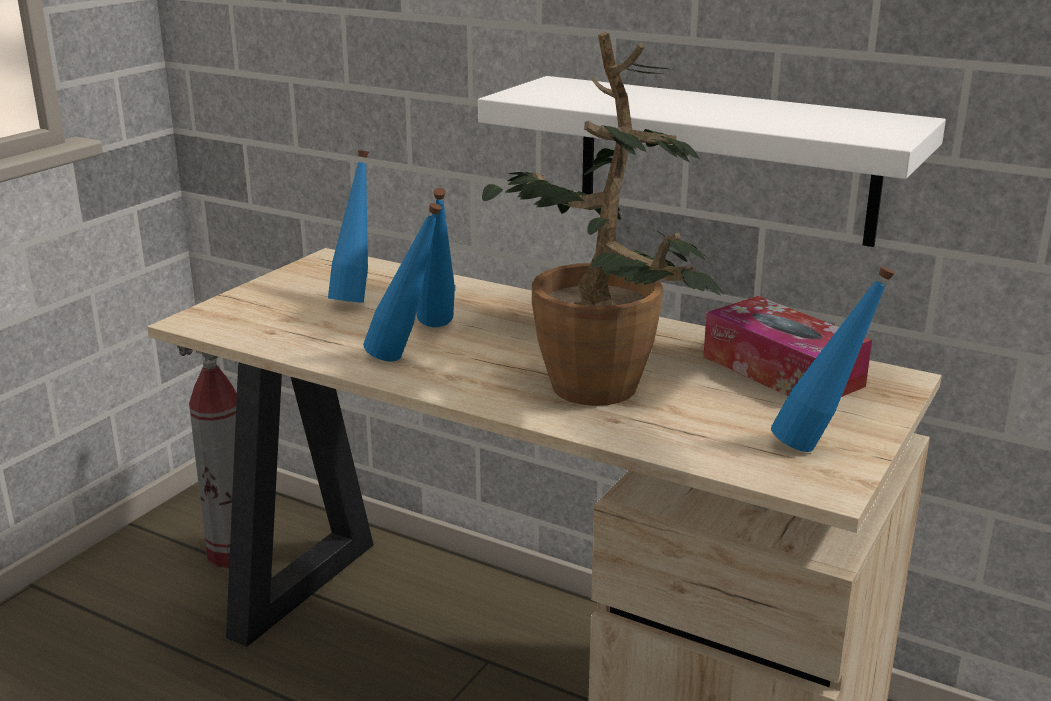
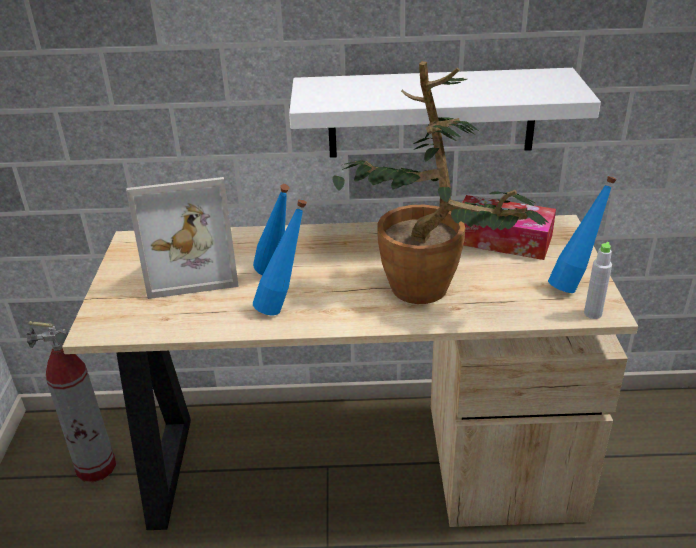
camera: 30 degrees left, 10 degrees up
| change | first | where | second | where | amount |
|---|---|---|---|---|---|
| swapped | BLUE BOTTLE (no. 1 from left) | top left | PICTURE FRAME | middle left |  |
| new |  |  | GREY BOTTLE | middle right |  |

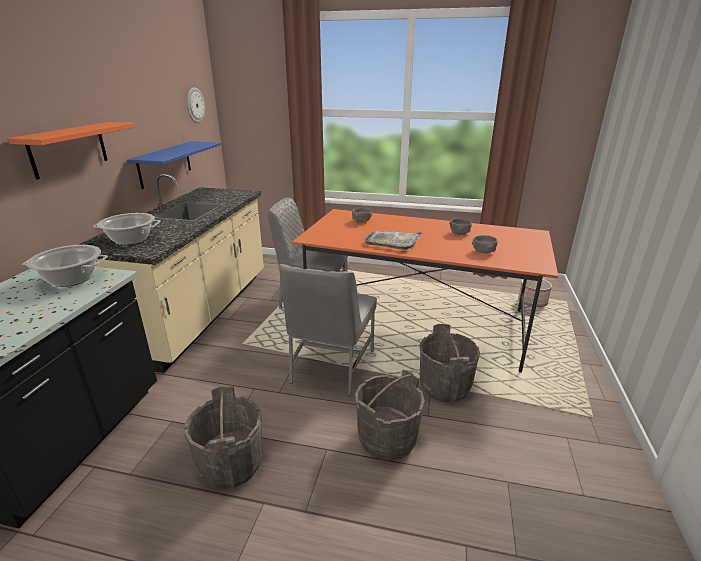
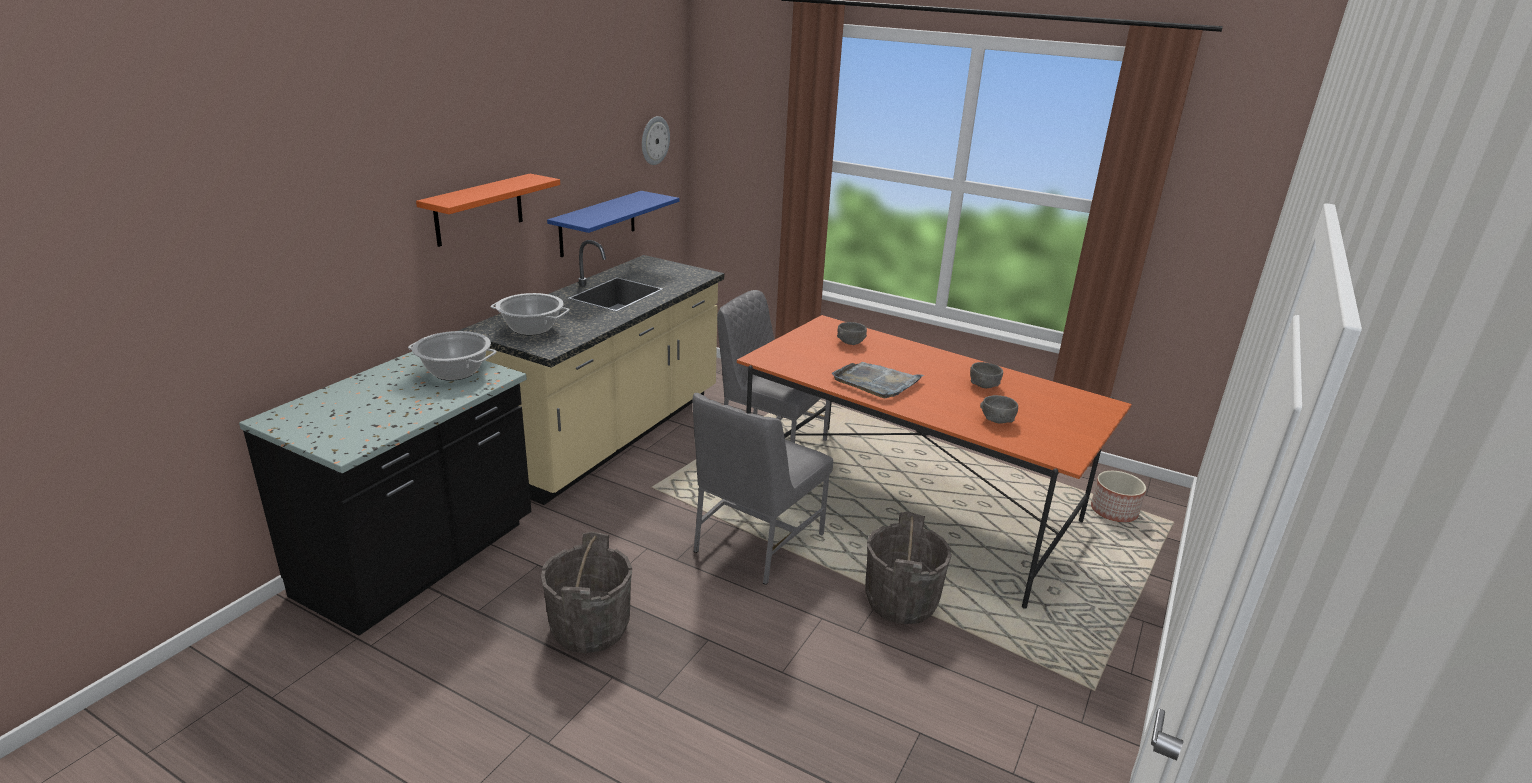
camera: 15 degrees right, 0 degrees up
| change | first | where | second | where | amount |
|---|---|---|---|---|---|
| gone | GREY BUCKET (no. 2 from left) | bottom centre |  |  |  |

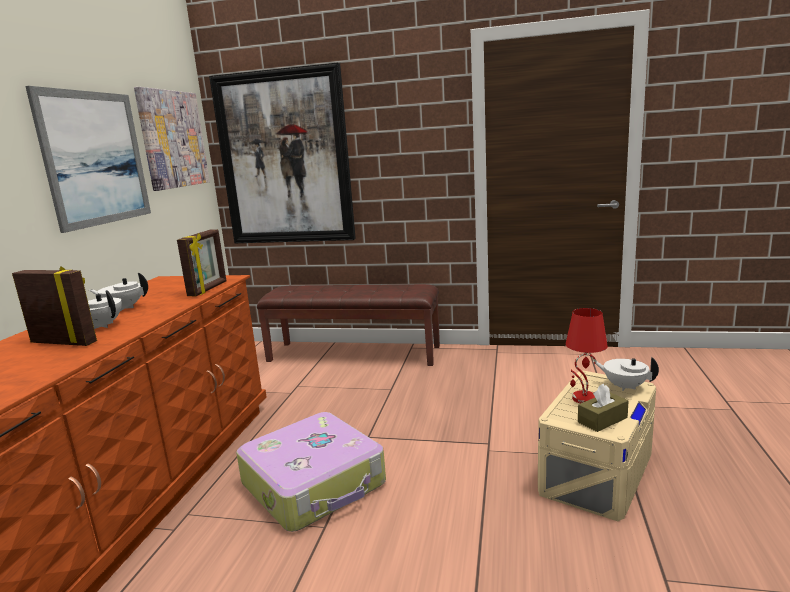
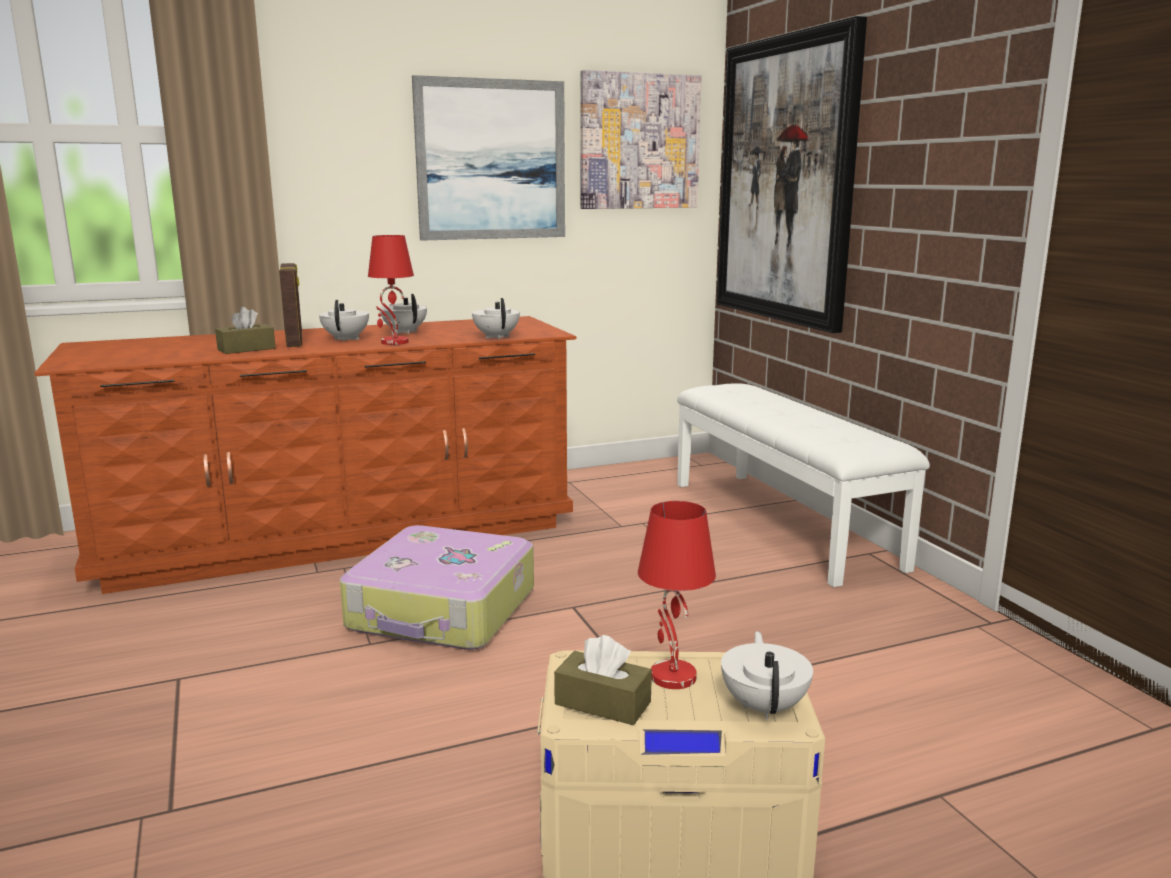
camera: 55 degrees right, 0 degrees up
| change | first | where | second | where | amount |
|---|---|---|---|---|---|
| swapped | PICTURE FRAME (no. 2 from left) | middle left | WHITE TEAPOT (no. 3 from left) | centre |  |
| repainted | BROWN BENCH | centre | WHITE BENCH | middle right |  |
| new |  |  | BROWN TISSUE BOX (no. 1 from left) | middle left |  |
| new |  |  | RED TABLE LAMP (no. 1 from left) | top centre |  |

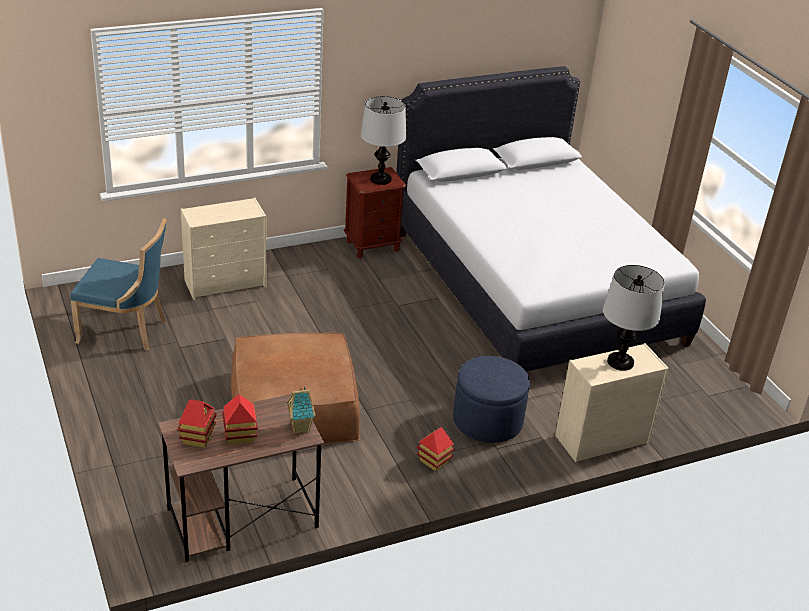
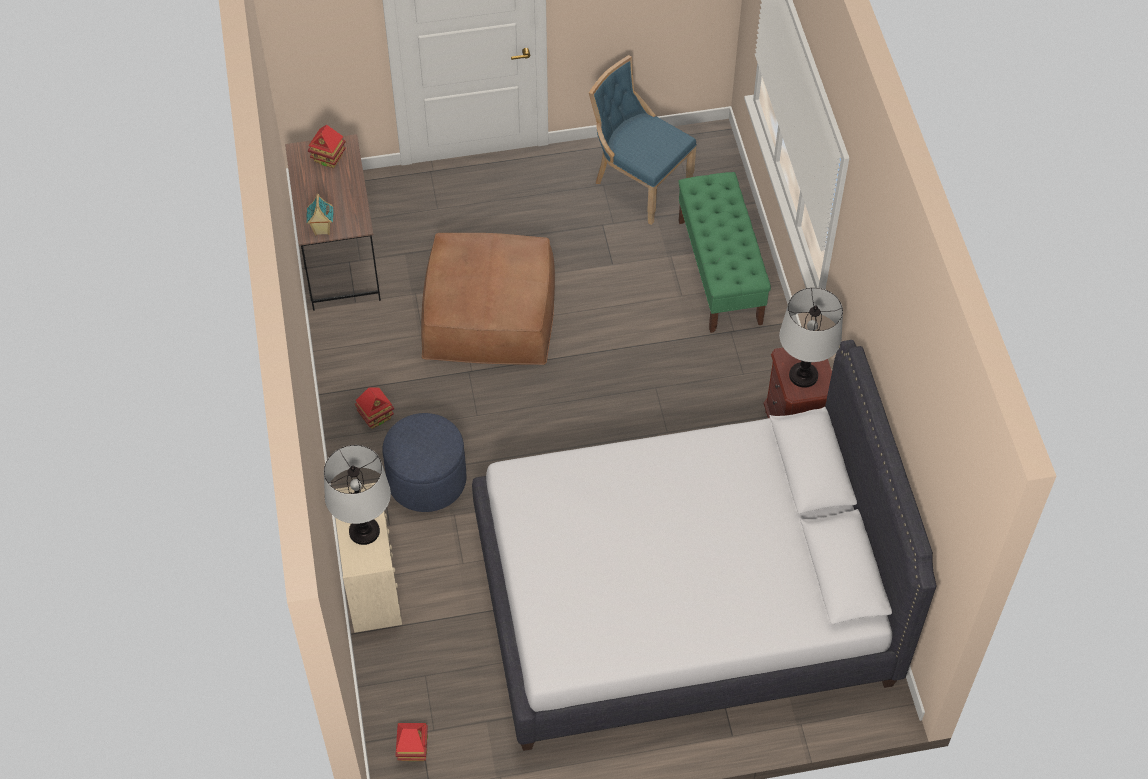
camera: 105 degrees right, 20 degrees up
| change | first | where | second | where | amount |
|---|---|---|---|---|---|
| rotated | BLUE CHAIR | middle left |  | top centre | 105 degrees clockwise |
| swapped | BEIGE DRESSER (no. 1 from left) | middle left | GREEN BENCH | top centre |  |
| shifted | TOY HOUSE (no. 2 from left in the first image) | bottom left | TOY HOUSE (no. 4 from left) | bottom centre |  |

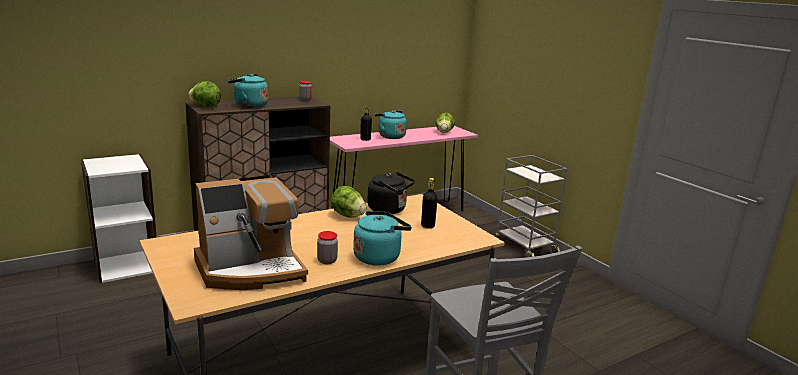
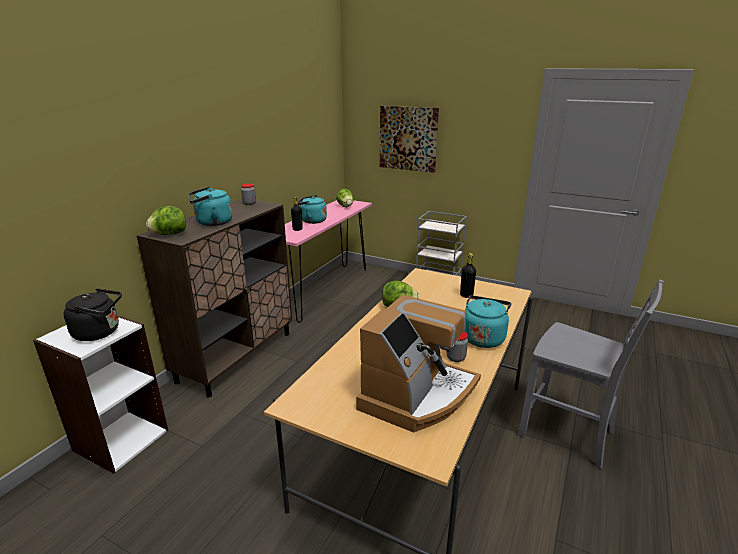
camera: 30 degrees left, 5 degrees up
| change | first | where | second | where | amount |
|---|---|---|---|---|---|
| shifted | BLACK KETTLE | centre |  | middle left |  |
| new |  |  | PICTURE | top centre |  |

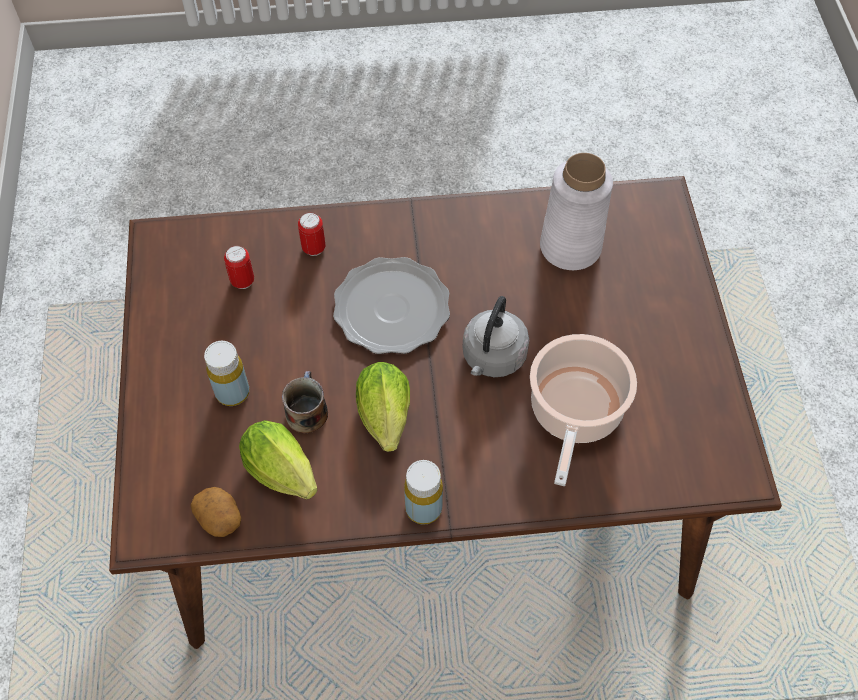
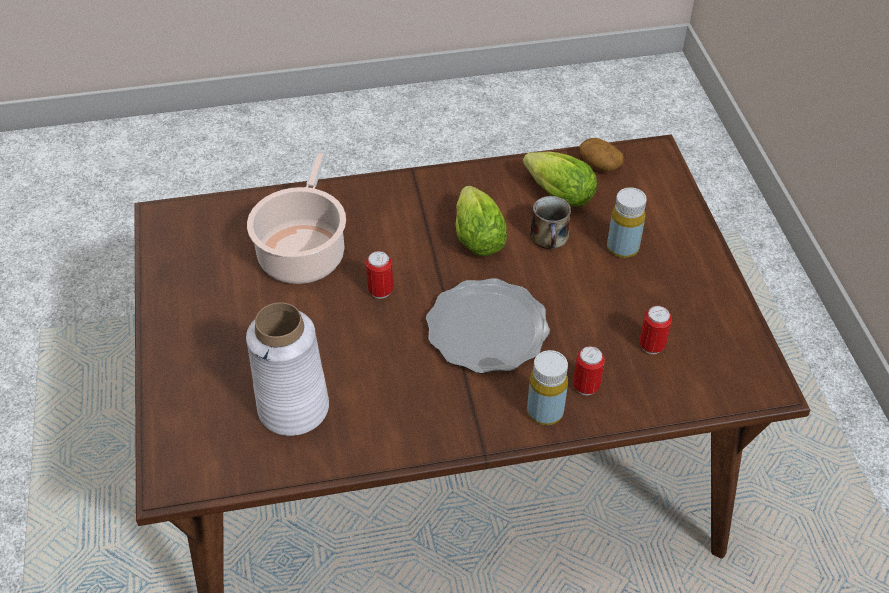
camera: 175 degrees right, 10 degrees down
| change | first | where | second | where | amount |
|---|---|---|---|---|---|
| shifted | YELLOW BOTTLE (no. 2 from left in the first image) | bottom centre | YELLOW BOTTLE (no. 1 from left) | centre |  |
| swapped | GREY KETTLE | centre | CAN (no. 1 from left) | centre |  |

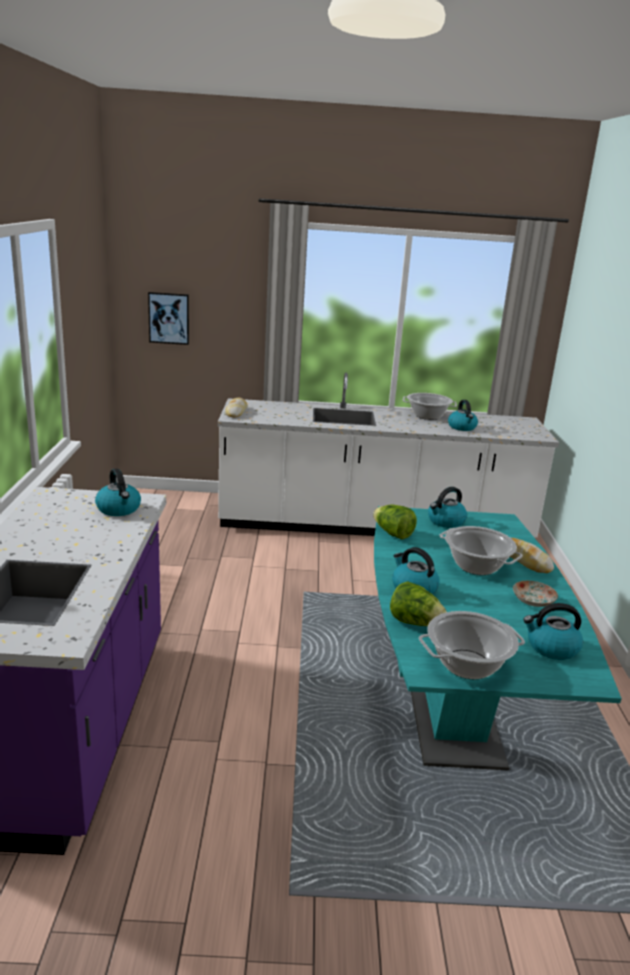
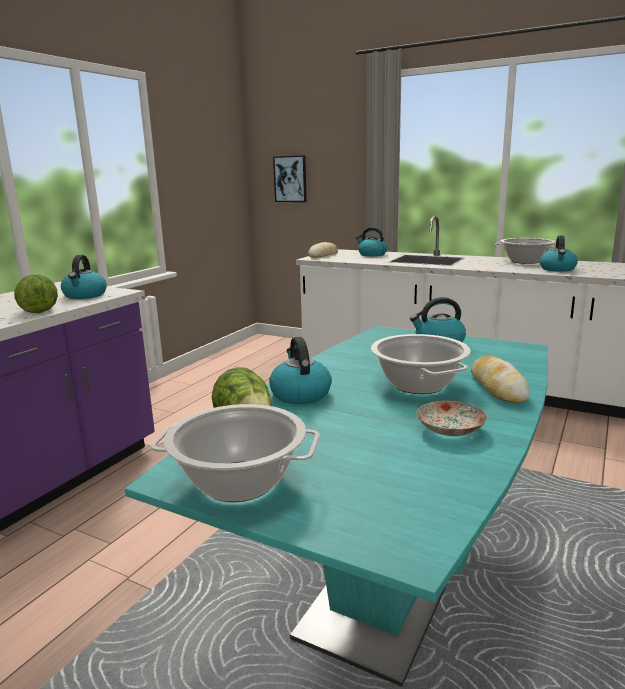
camera: 30 degrees right, 5 degrees down
| change | first | where | second | where | amount |
|---|---|---|---|---|---|
| shifted | LETTUCE (no. 1 from left) | centre |  | middle left |  |
| shifted | KETTLE (no. 5 from left in the first image) | middle right | KETTLE (no. 3 from left) | centre |  |

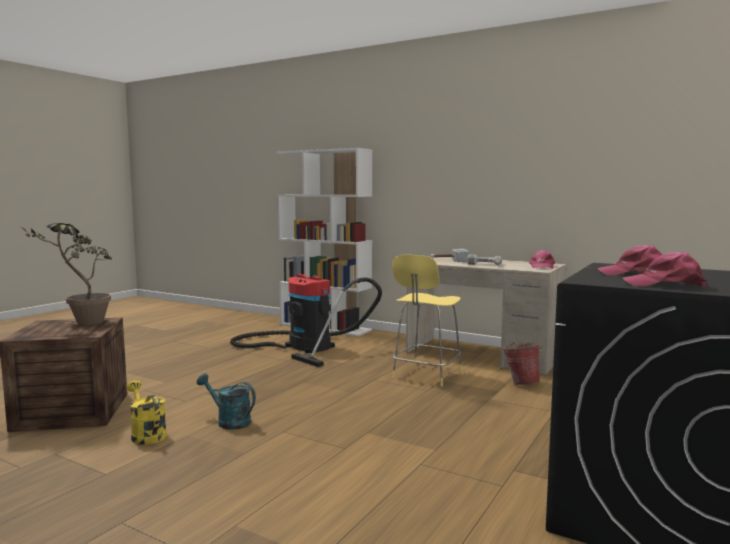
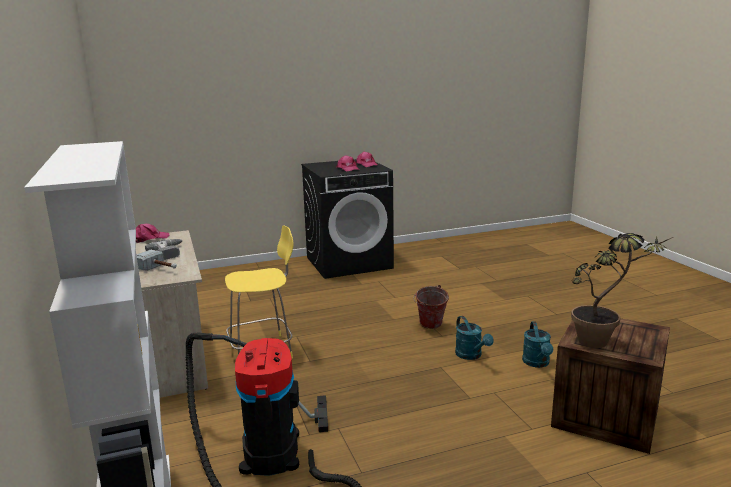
camera: 140 degrees left, 10 degrees up
| change | first | where | second | where | amount |
|---|---|---|---|---|---|
| repainted | YELLOW WATERING CAN | bottom left | TURQUOISE WATERING CAN (no. 2 from left) | bottom right |  |
| shifted | BUCKET | bottom right |  | centre |  |

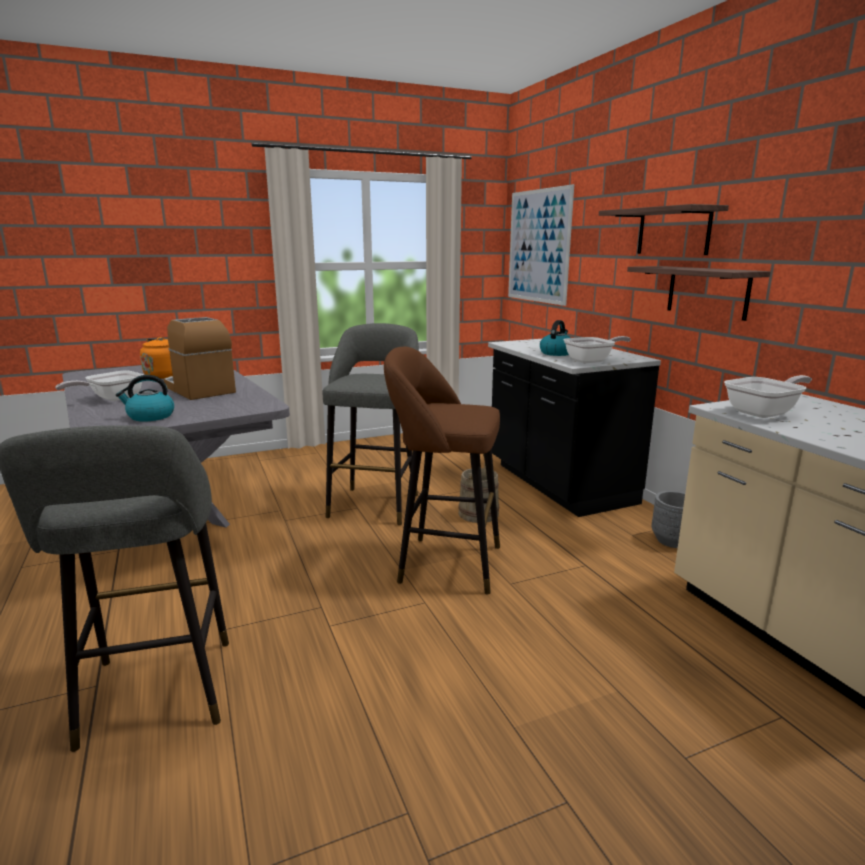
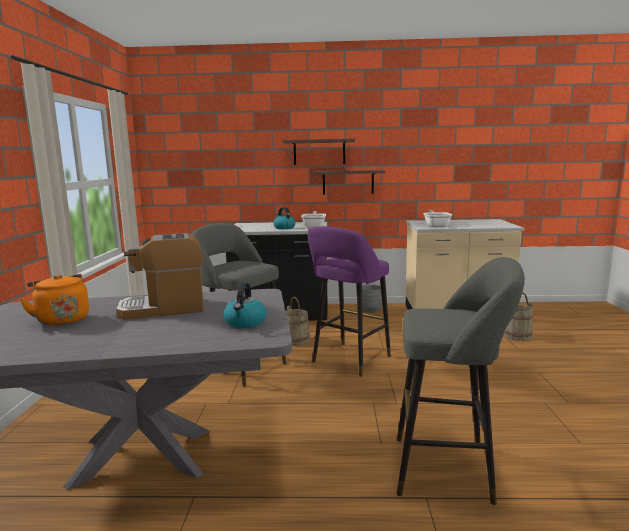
camera: 65 degrees left, 5 degrees down
| change | first | where | second | where | amount |
|---|---|---|---|---|---|
| gone | FRYING PAN (no. 1 from left) | middle left |  |  |  |
| repainted | BROWN STOOL | centre | PURPLE STOOL | centre |  |
| gone | PICTURE | top centre |  |  |  |
| new |  |  | BEIGE BUCKET (no. 2 from left) | middle right |  |

